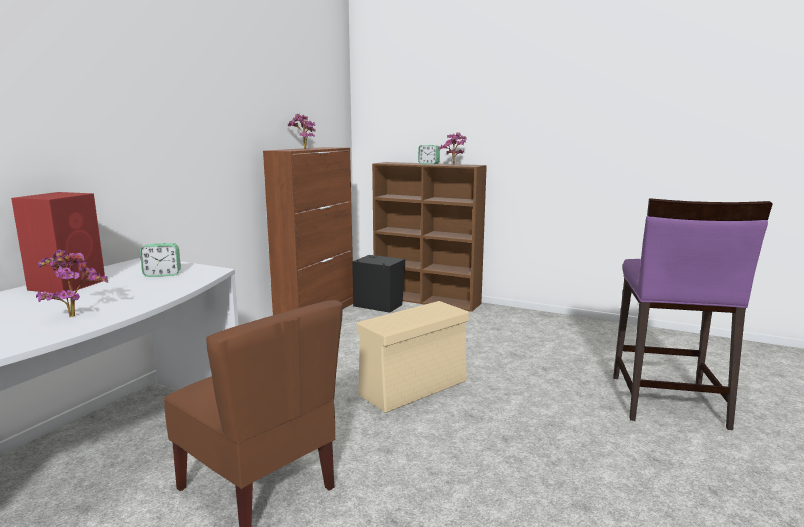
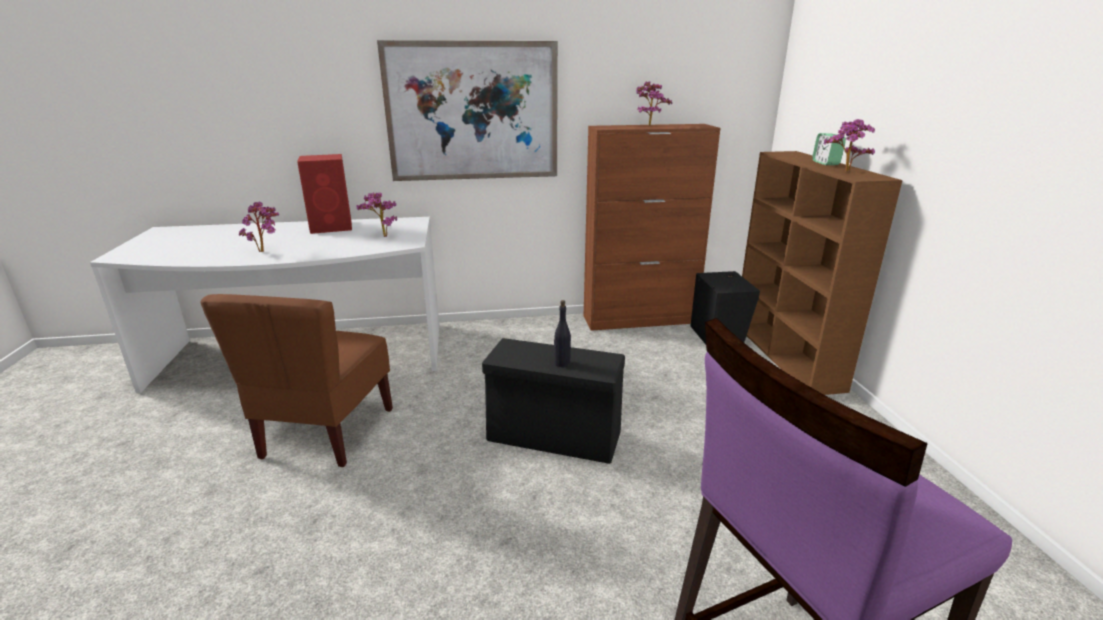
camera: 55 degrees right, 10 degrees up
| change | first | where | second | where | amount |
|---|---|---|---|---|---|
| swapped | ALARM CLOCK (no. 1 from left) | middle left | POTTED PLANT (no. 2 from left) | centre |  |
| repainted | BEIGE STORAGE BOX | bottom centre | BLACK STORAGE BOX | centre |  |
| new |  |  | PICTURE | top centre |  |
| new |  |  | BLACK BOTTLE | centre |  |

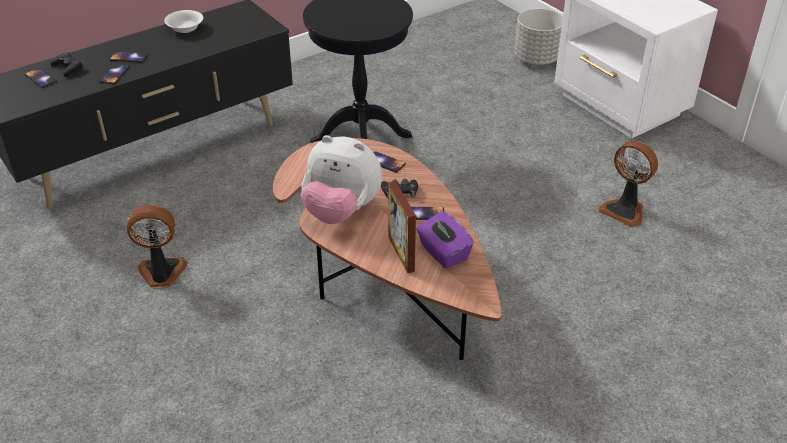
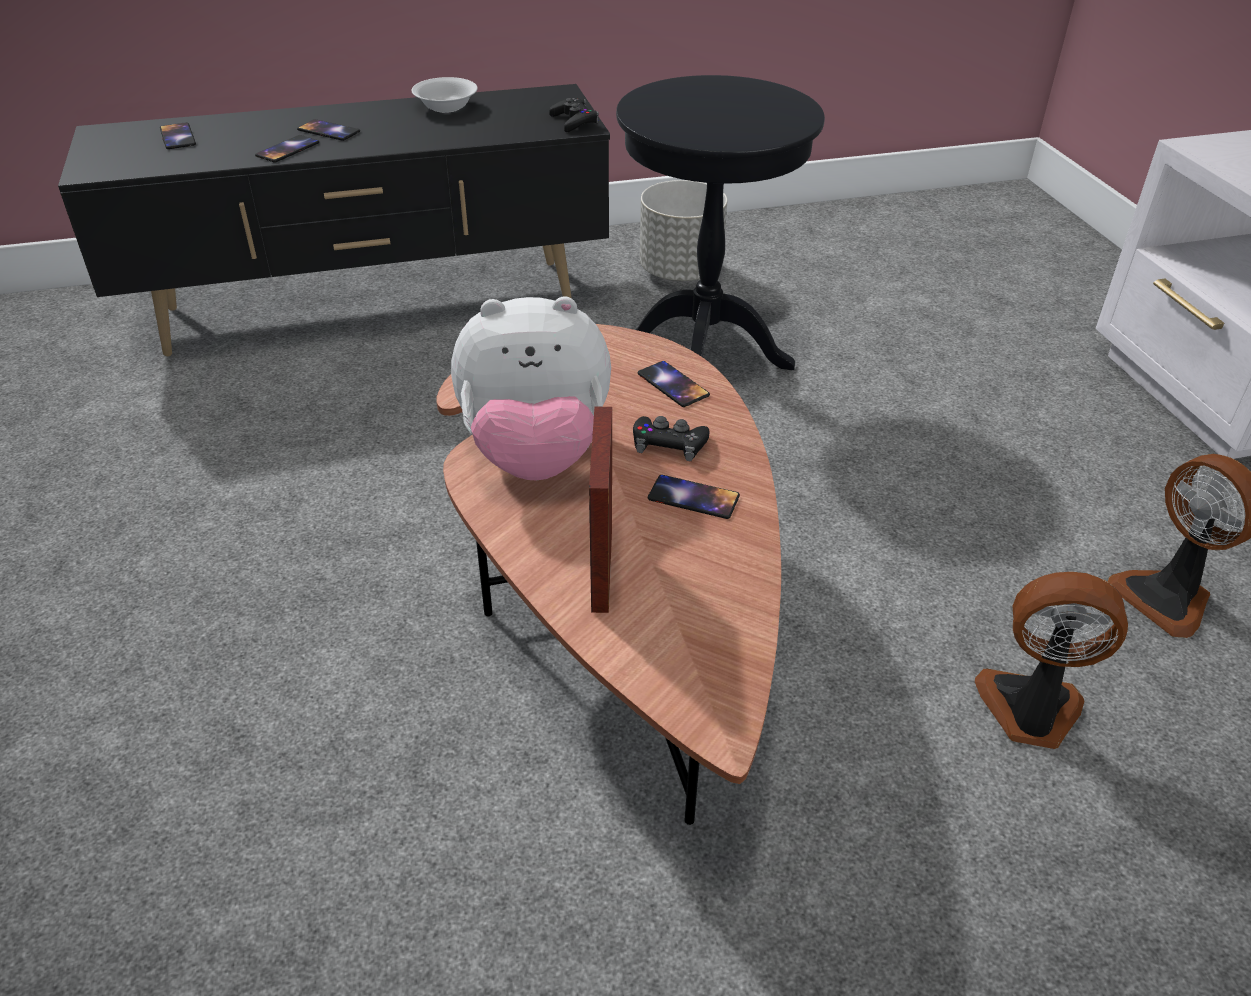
camera: 20 degrees right, 0 degrees up
| change | first | where | second | where | amount |
|---|---|---|---|---|---|
| shifted | BLACK GAME CONTROLLER (no. 1 from left) | top left |  | top centre |  |
| shifted | FAN (no. 1 from left) | middle left |  | middle right |  |
| rotated | PLUSH TOY | centre |  | centre | 45 degrees counterclockwise |
| gone | PURPLE TISSUE BOX | centre |  |  |  |
| shifted | GREY PLANTER | top right |  | top centre |  |

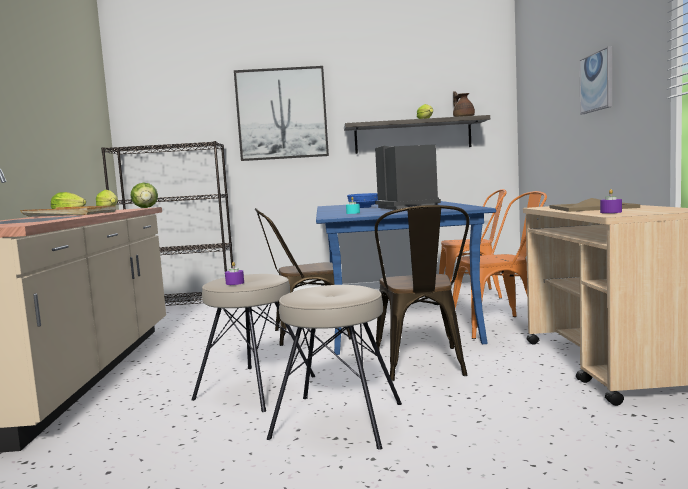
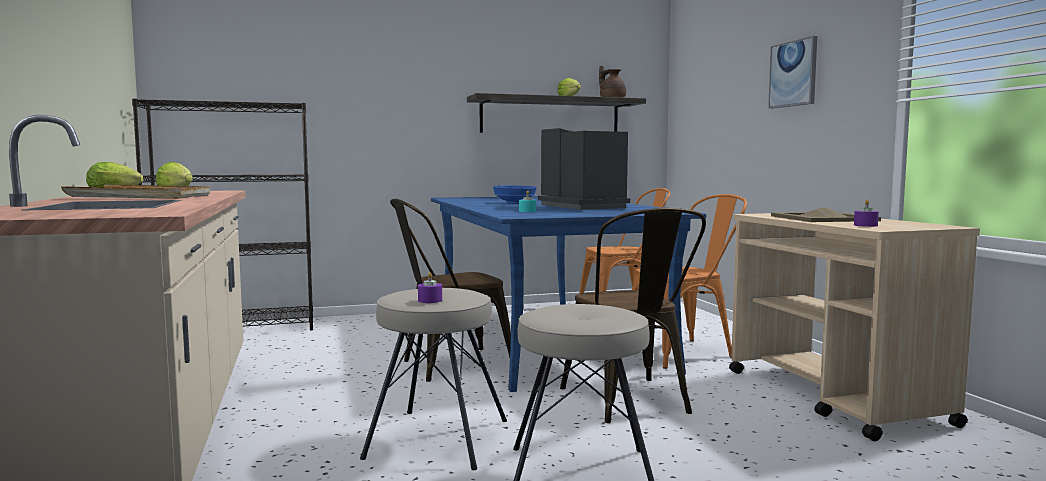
camera: 15 degrees left, 0 degrees up
| change | first | where | second | where | amount |
|---|---|---|---|---|---|
| gone | LETTUCE (no. 3 from left) | middle left |  |  |  |
| gone | PICTURE (no. 1 from left) | top centre |  |  |  |

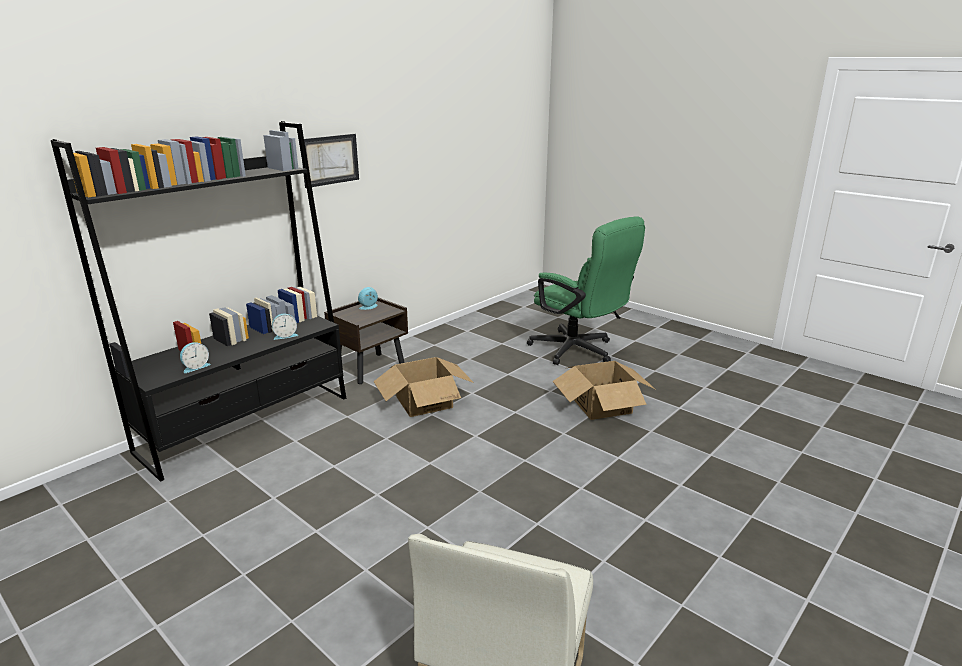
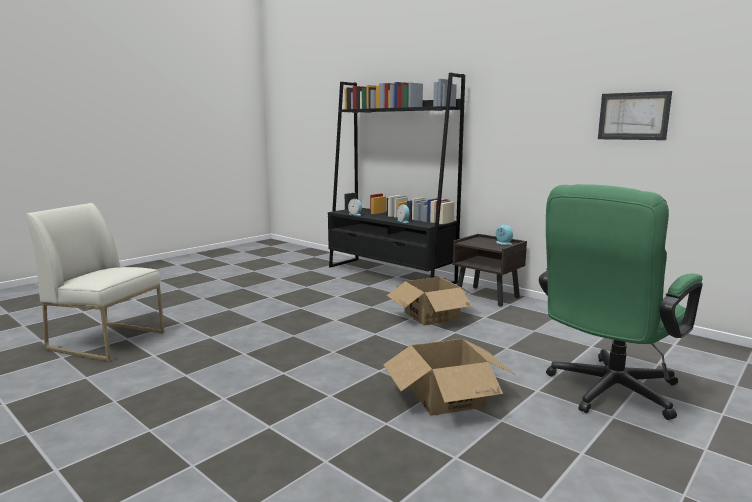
camera: 90 degrees right, 10 degrees down
| change | first | where | second | where | amount |
|---|---|---|---|---|---|
| shifted | PICTURE | top centre |  | top right |  |

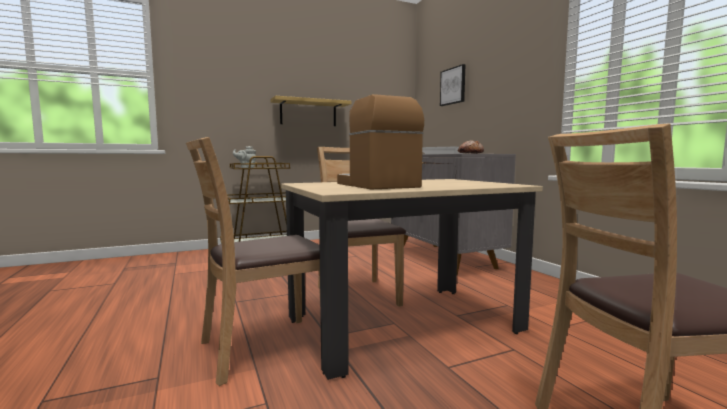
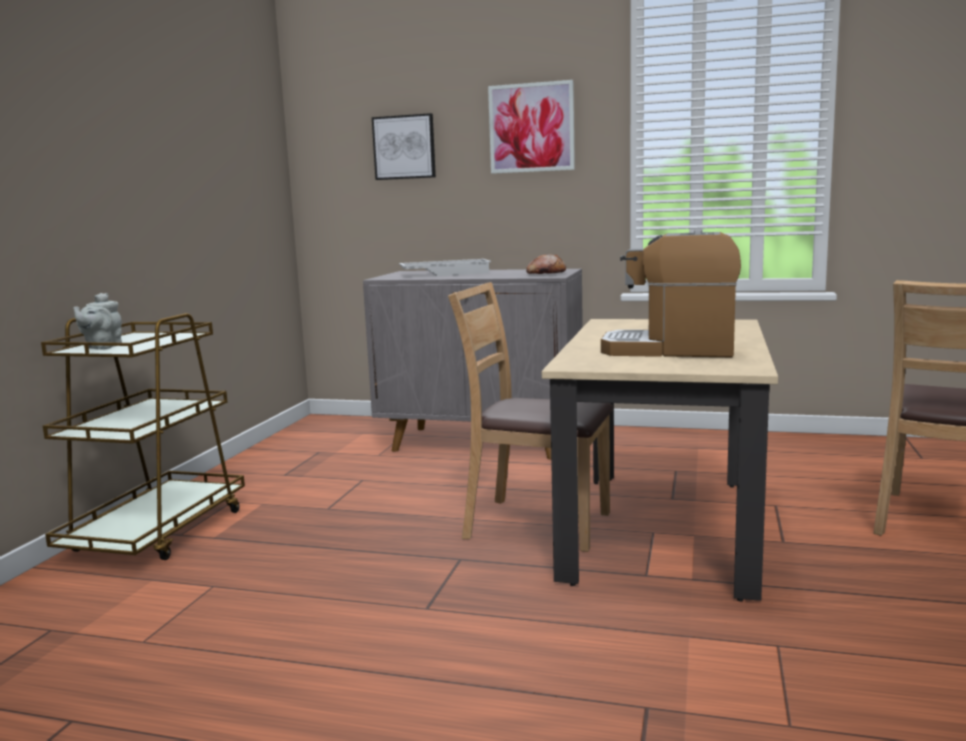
camera: 50 degrees left, 5 degrees up
| change | first | where | second | where | amount |
|---|---|---|---|---|---|
| gone | BROWN CHAIR (no. 1 from left) | centre |  |  |  |
| gone | SHELF | top centre |  |  |  |
| new |  |  | PICTURE (no. 2 from left) | top centre |  |

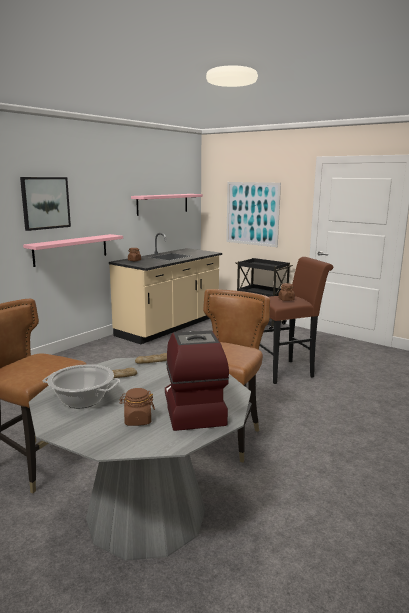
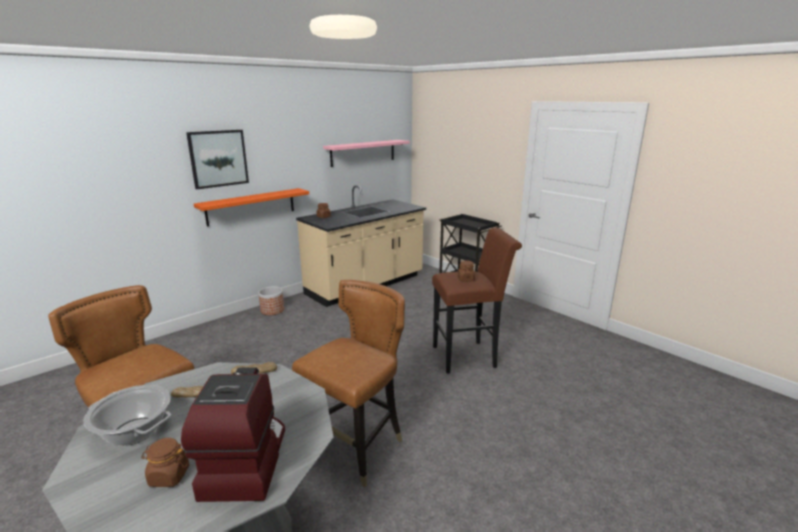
camera: 10 degrees right, 5 degrees up
| change | first | where | second | where | amount |
|---|---|---|---|---|---|
| repainted | PINK SHELF (no. 1 from left) | middle left | ORANGE SHELF | middle left |  |
| gone | PICTURE (no. 2 from left) | centre |  |  |  |
| new |  |  | PLANTER | centre |  |

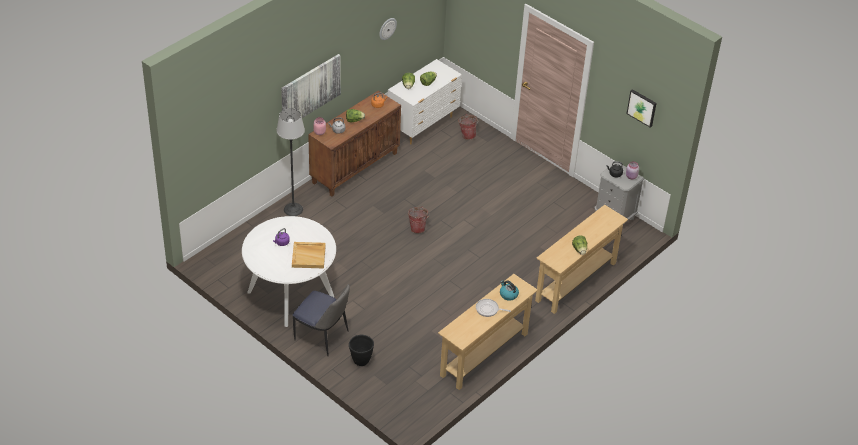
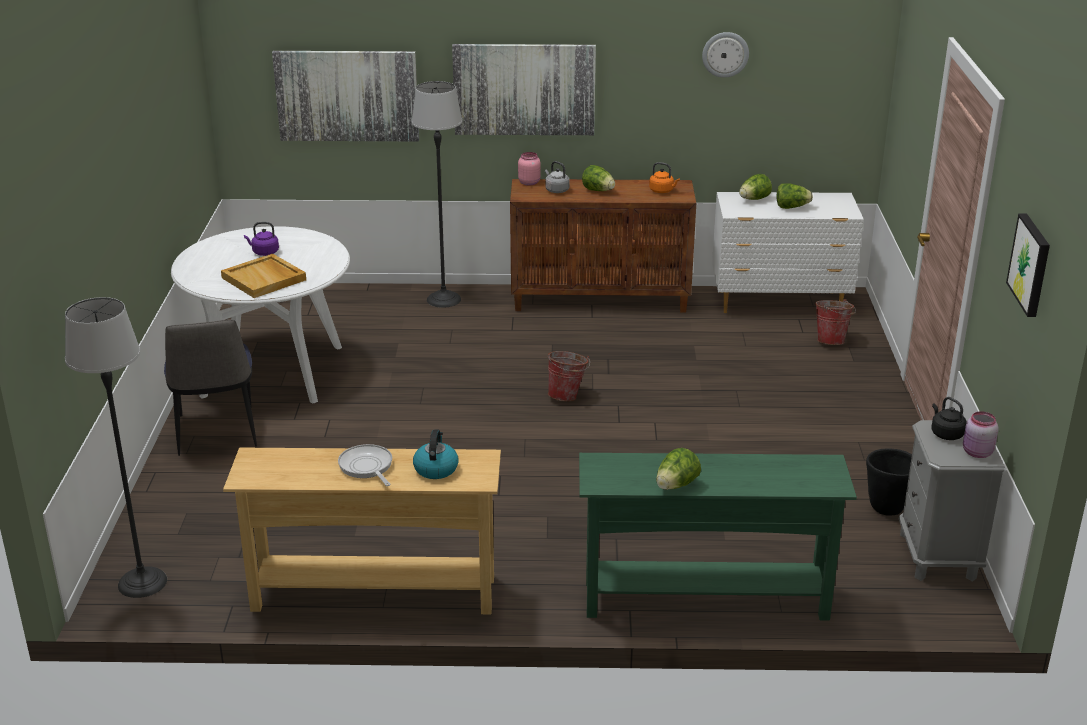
camera: 50 degrees right, 15 degrees down
| change | first | where | second | where | amount |
|---|---|---|---|---|---|
| shifted | BLACK PLANTER | bottom centre |  | middle right |  |
| repainted | BEIGE CONSOLE TABLE (no. 2 from left) | middle right | GREEN CONSOLE TABLE | bottom centre |  |
| new |  |  | FLOOR LAMP (no. 1 from left) | middle left |  |
| new |  |  | PICTURE (no. 1 from left) | top left |  |

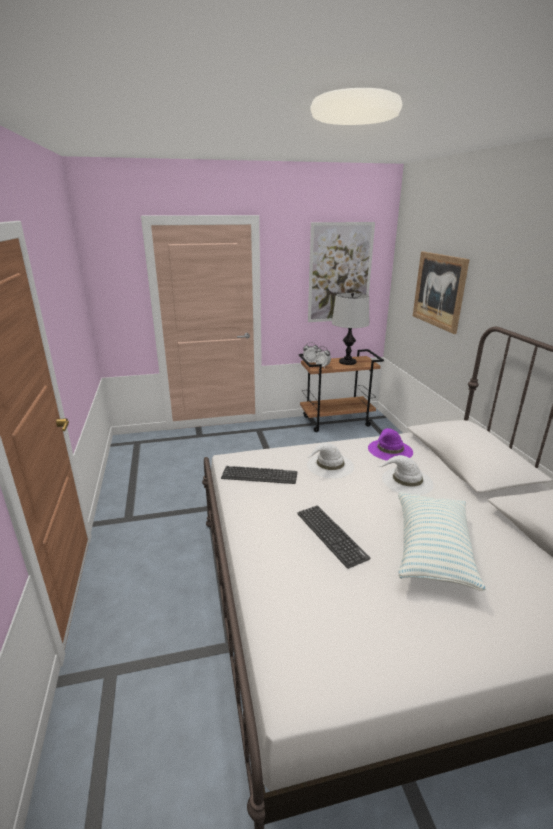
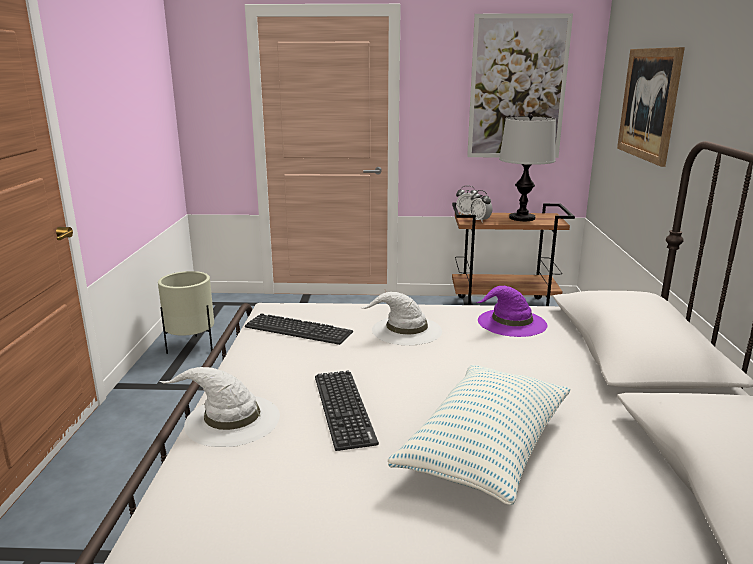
camera: 15 degrees right, 5 degrees down
| change | first | where | second | where | amount |
|---|---|---|---|---|---|
| shifted | WHITE HAT (no. 2 from left in the first image) | middle right | WHITE HAT (no. 1 from left) | bottom left |  |
| new |  |  | BEIGE PLANTER | middle left |  |

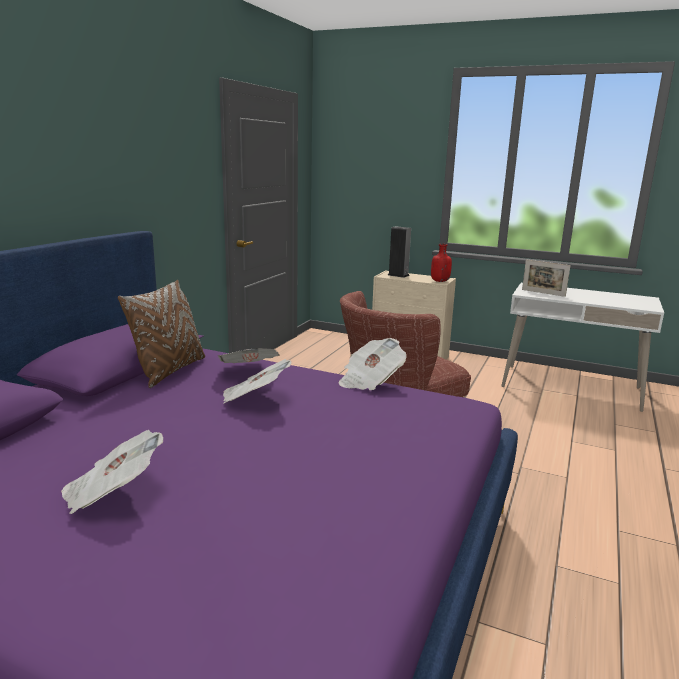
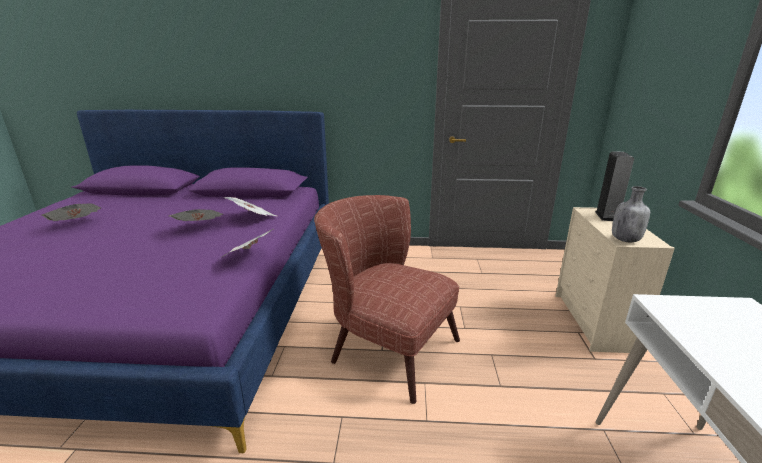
camera: 70 degrees right, 5 degrees up
| change | first | where | second | where | amount |
|---|---|---|---|---|---|
| gone | BROWN PILLOW | middle left |  |  |  |
| repainted | RED BOTTLE | centre | GREY BOTTLE | middle right |  |
| gone | PICTURE FRAME | middle right |  |  |  |

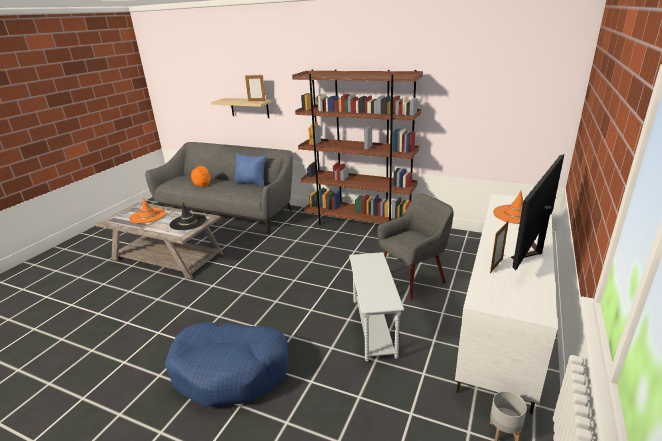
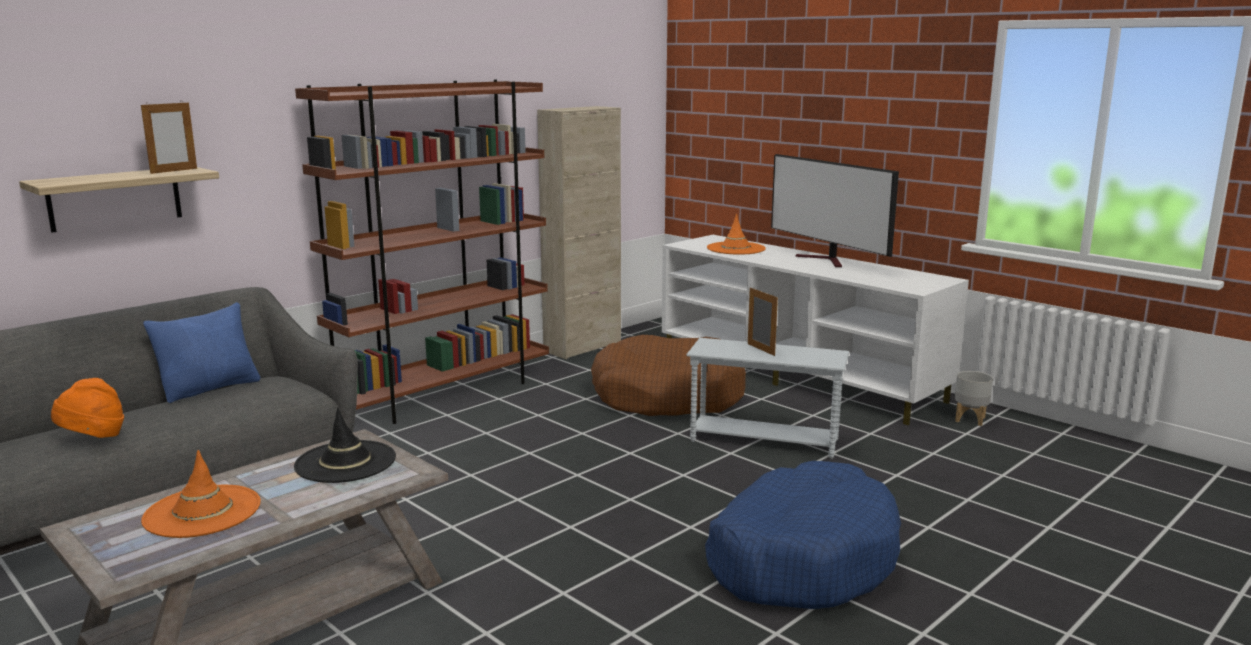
camera: 70 degrees left, 10 degrees down
| change | first | where | second | where | amount |
|---|---|---|---|---|---|
| swapped | GREY ARMCHAIR | centre | BROWN DOG BED | centre |  |
| shifted | PICTURE FRAME (no. 2 from left) | middle right |  | centre |  |
| new |  |  | BEIGE CABINET | centre |  |

